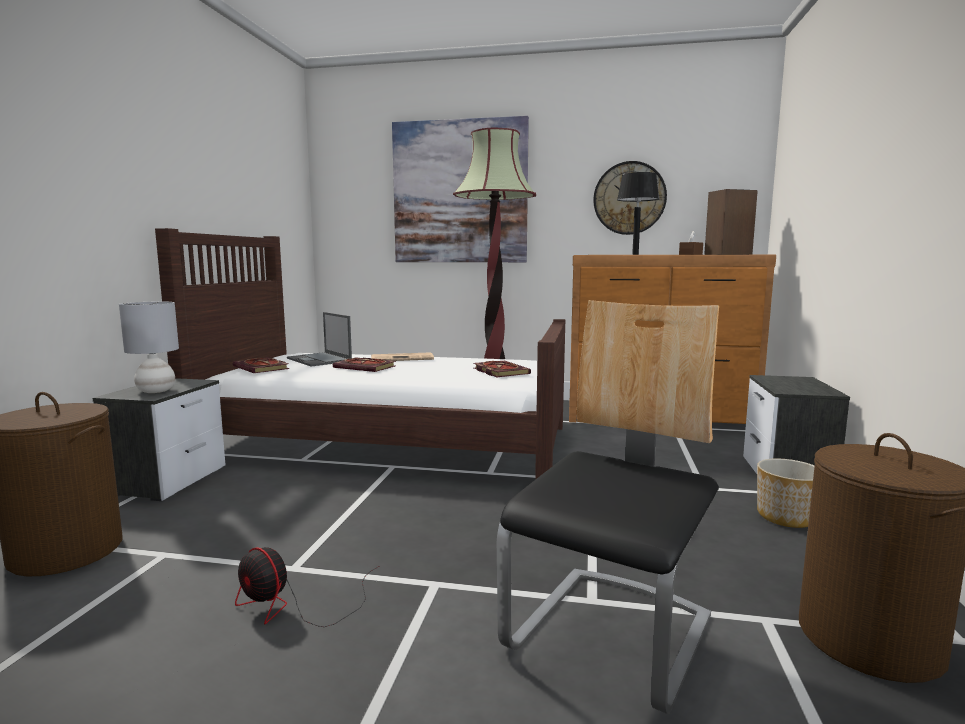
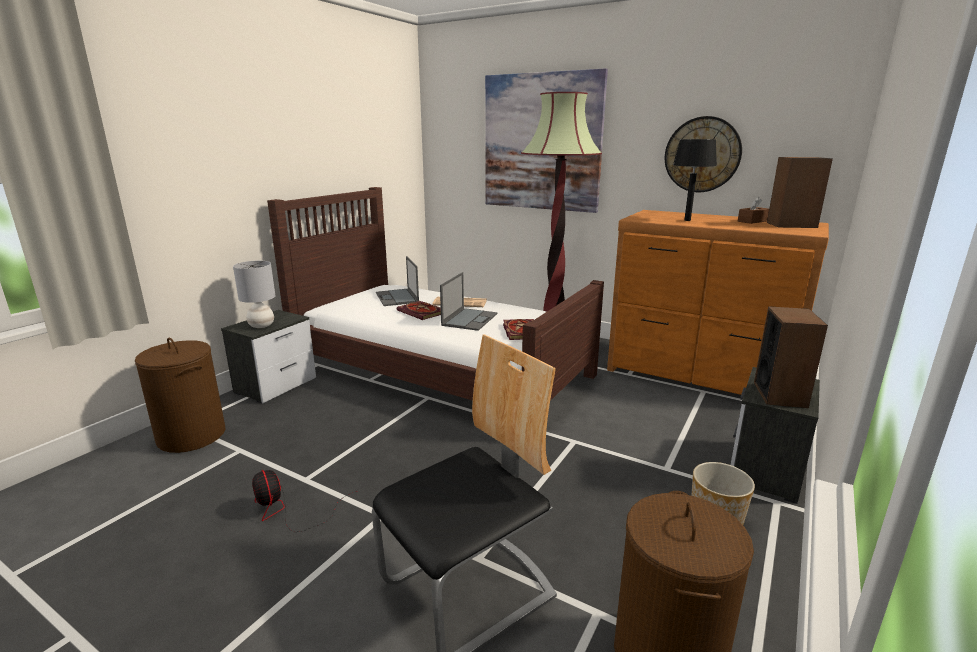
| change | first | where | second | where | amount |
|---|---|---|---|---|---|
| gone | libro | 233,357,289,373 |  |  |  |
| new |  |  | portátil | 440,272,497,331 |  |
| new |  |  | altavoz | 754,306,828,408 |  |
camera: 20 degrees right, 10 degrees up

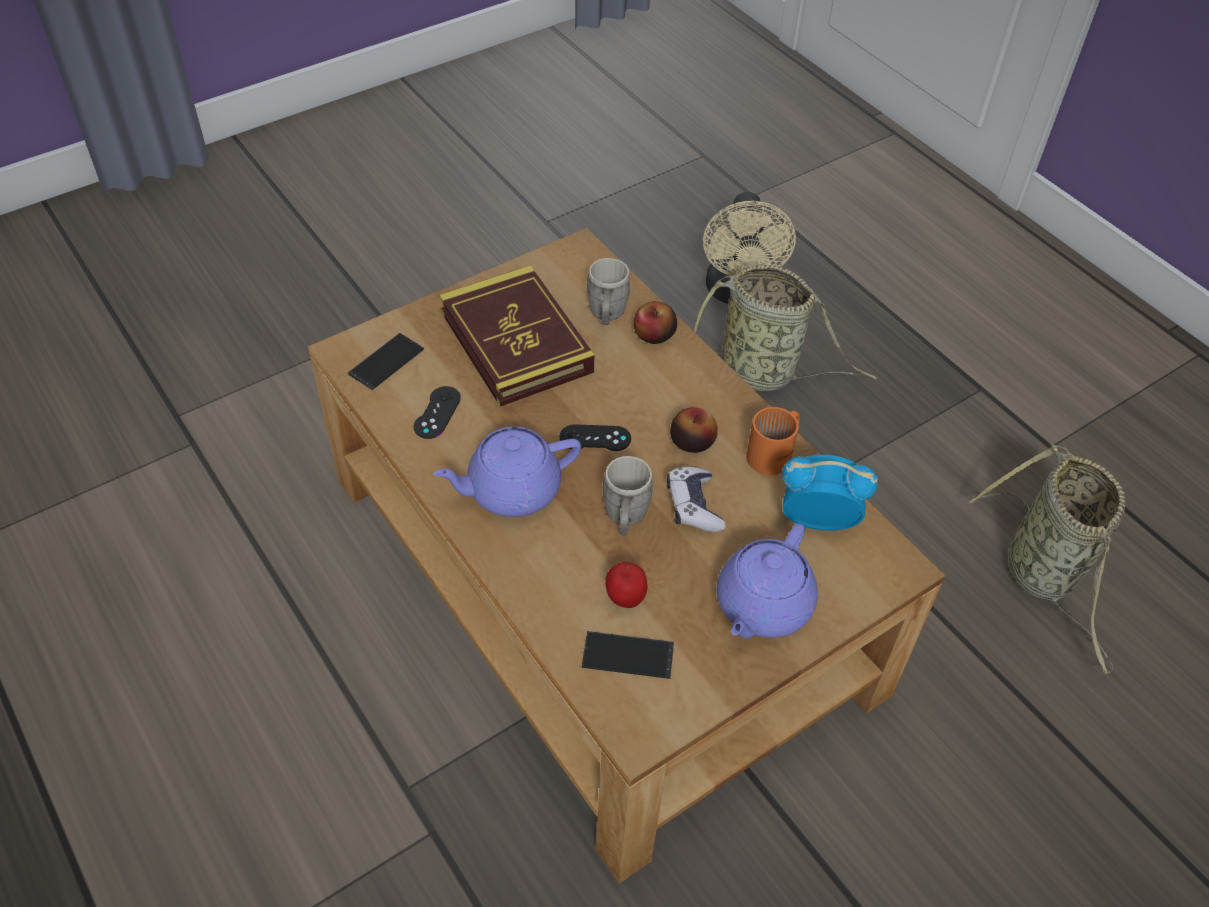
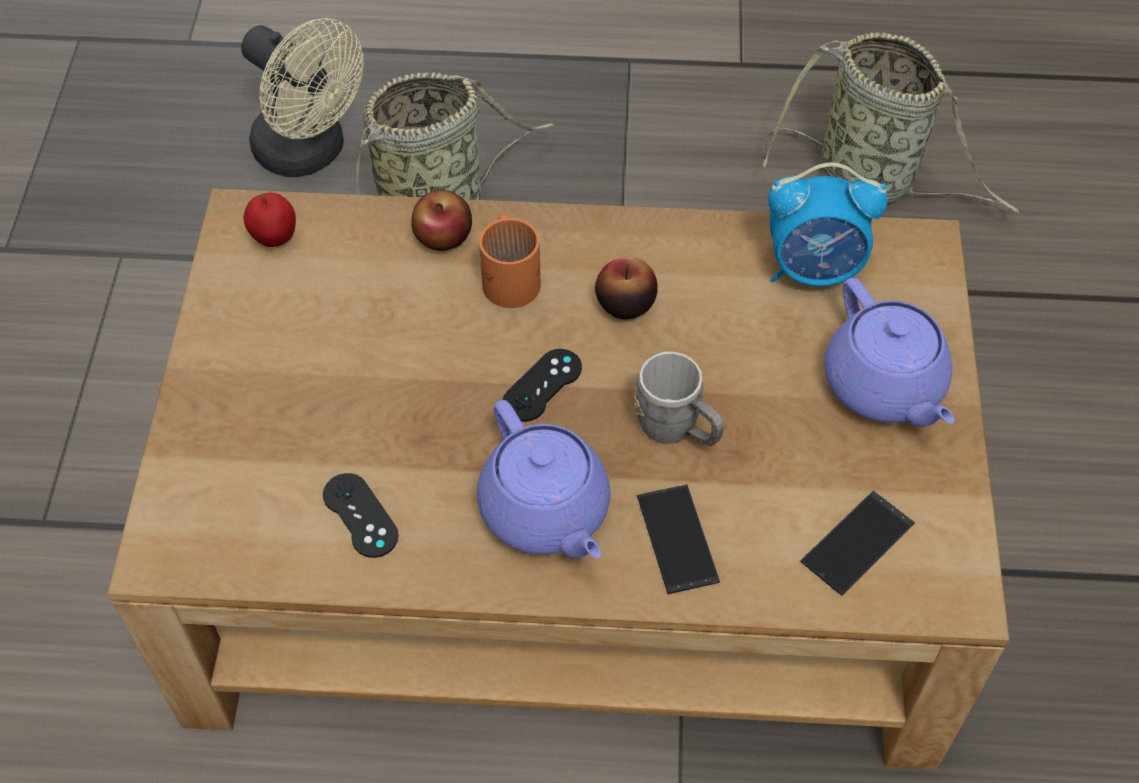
| change | first | where | second | where | amount |
|---|---|---|---|---|---|
| gone | libro | 439,265,595,407 |  |  |  |
| gone | taza grande/gris | 586,258,631,325 |  |  |  |
| gone | mando de consola | 667,467,726,532 |  |  |  |
| shifted | móvil | 348,333,424,390 |  | 637,484,720,594 |  |
| shifted | manzana | 605,562,647,608 |  | 244,193,296,247 |  |
| shifted | taza grande/naranja | 746,407,800,475 |  | 479,214,541,308 |  |
| rotated | tetera/morado | 433,427,581,517 |  | 477,400,610,558 | 45 degrees counterclockwise |
| rotated | despertador | 782,455,878,531 |  | 768,163,888,286 | 135 degrees counterclockwise |
camera: 50 degrees left, 5 degrees up

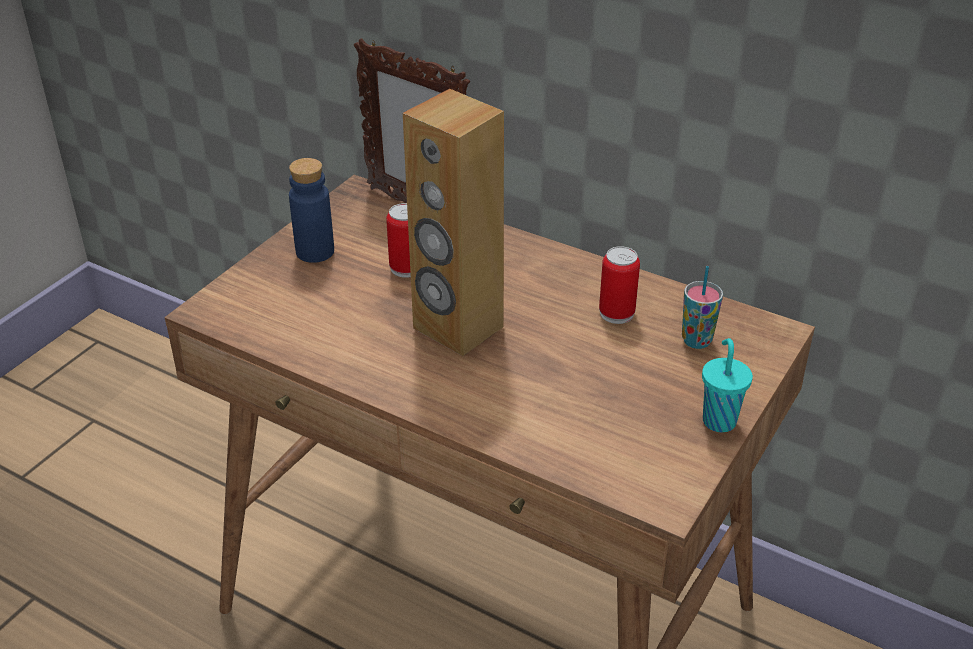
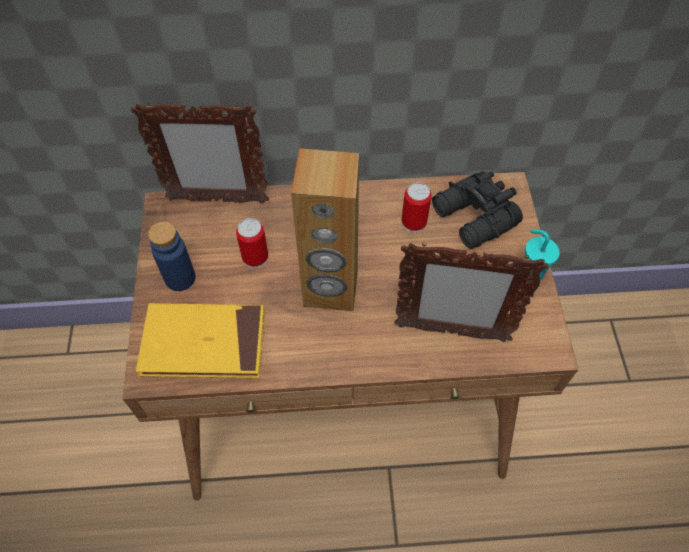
| change | first | where | second | where | amount |
|---|---|---|---|---|---|
| new |  |  | libro/amarillo | 136,303,264,379 |  |
| new |  |  | portarretratos | 395,242,548,342 |  |
| swapped | taza | 682,266,723,349 | prismáticos/negro | 432,171,523,249 |  |
camera: 35 degrees left, 20 degrees up

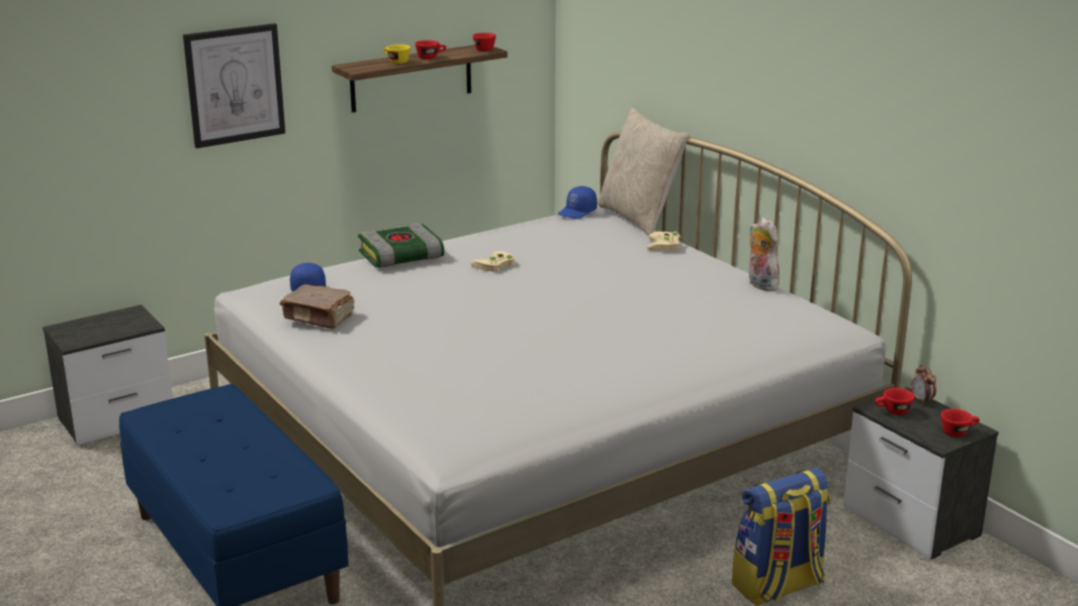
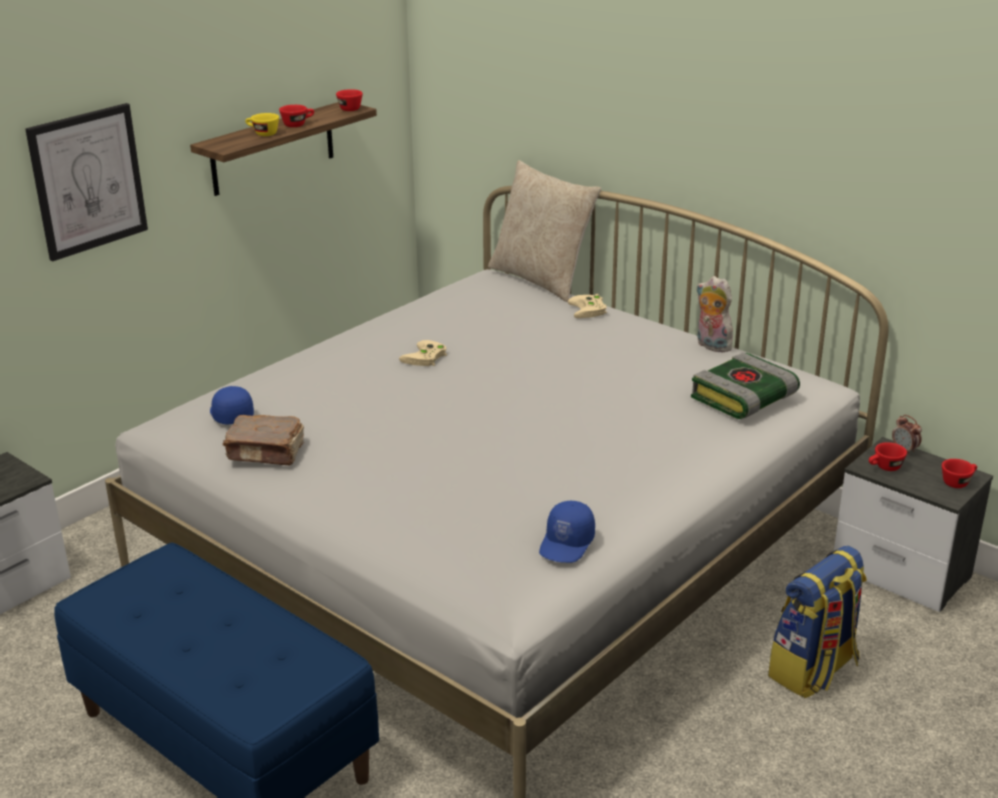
| change | first | where | second | where | amount |
|---|---|---|---|---|---|
| shifted | libro | 358,223,444,268 |  | 691,352,800,419 |  |
| shifted | gorra/azul | 558,186,597,219 |  | 539,501,595,563 |  |
camera: 15 degrees left, 5 degrees up

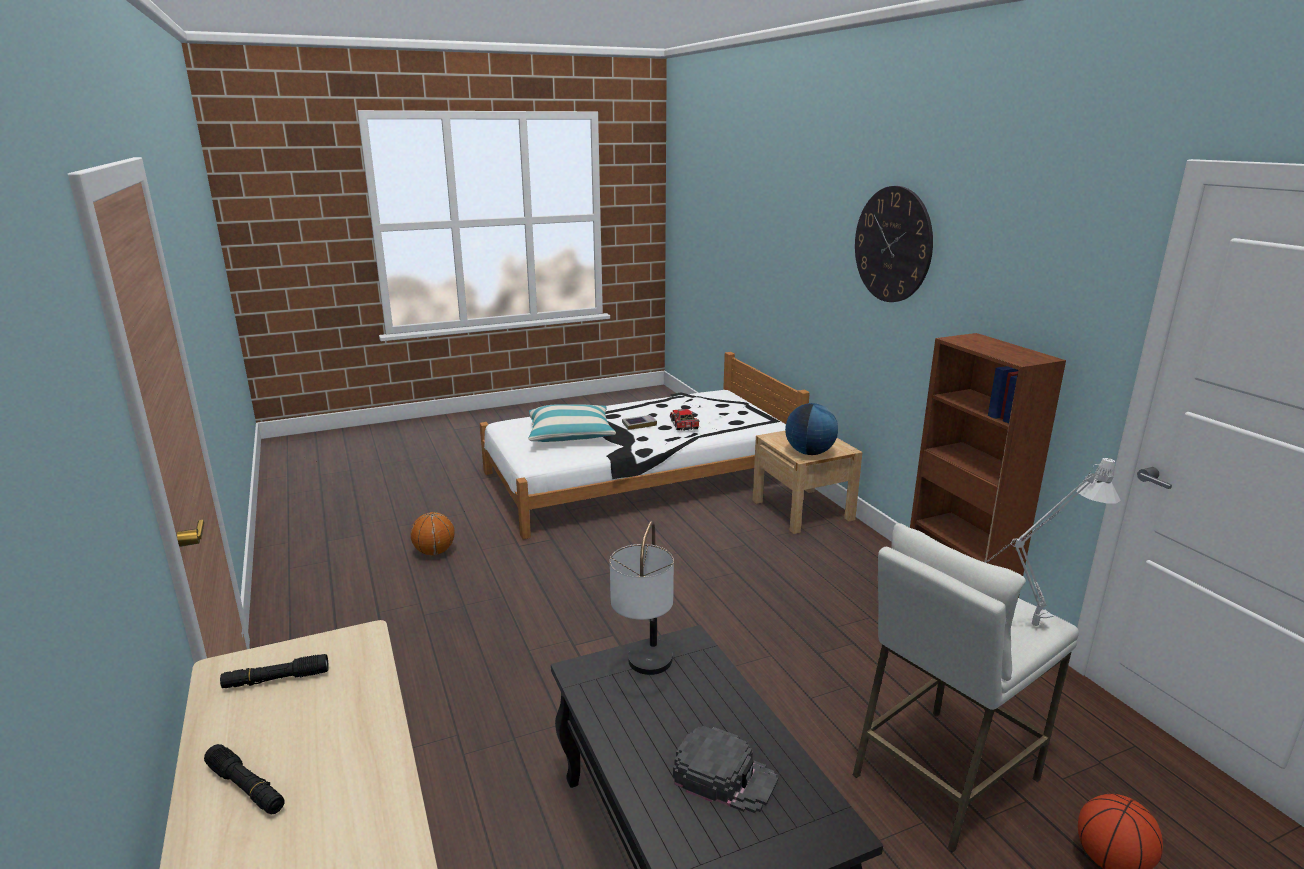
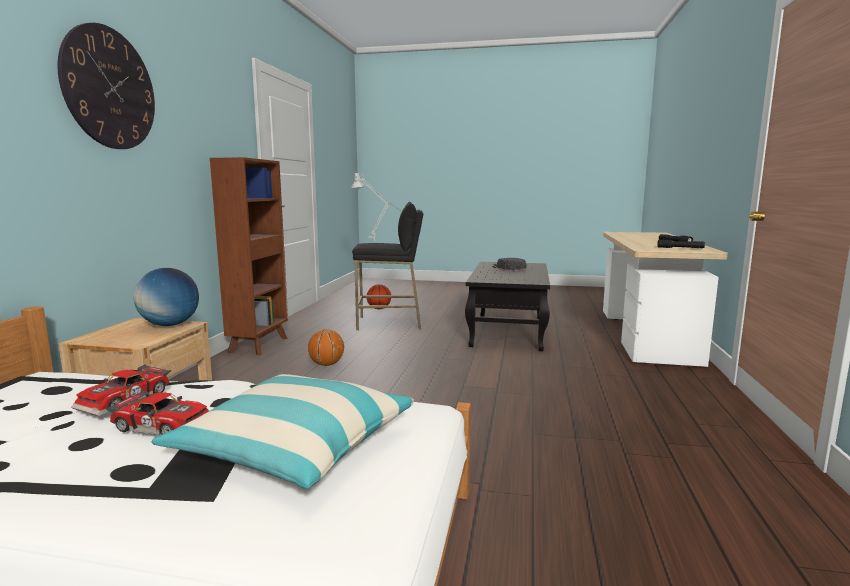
| change | first | where | second | where | amount |
|---|---|---|---|---|---|
| gone | lámpara de mesa | 610,521,674,675 |  |  |  |
| shifted | balón de baloncesto | 410,512,455,555 |  | 308,329,344,366 |  |
| swapped | libro | 622,415,657,430 | coche de juguete | 106,391,209,435 |  |
| repainted | taburete/blanco | 853,523,1079,853 | taburete/negro | 352,202,423,330 |  |
camera: 145 degrees left, 10 degrees down

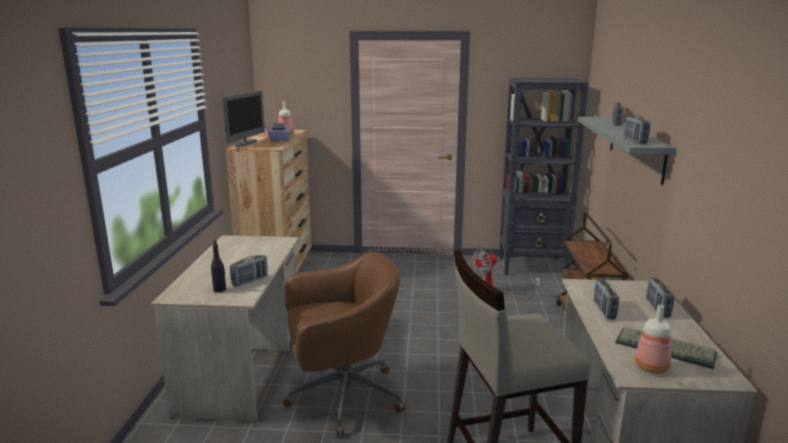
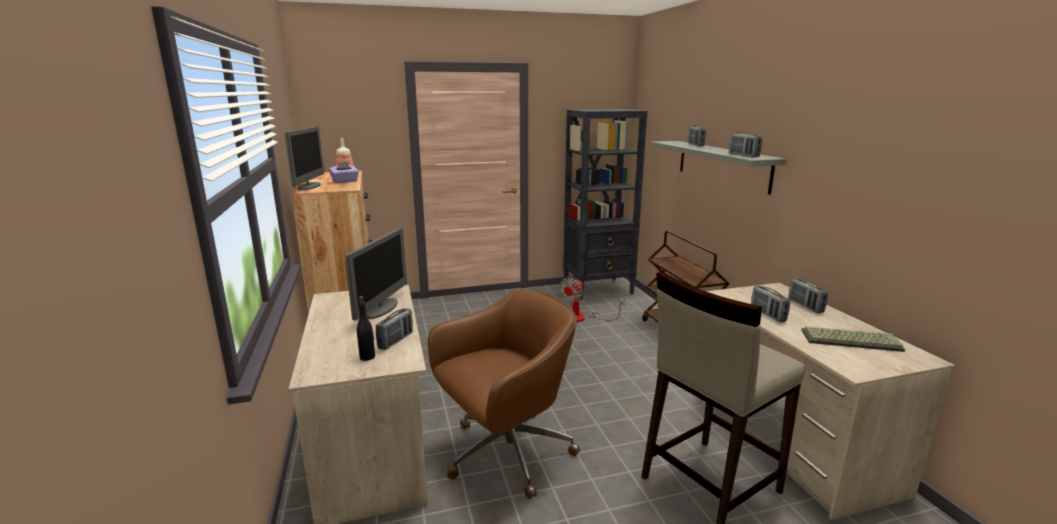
| change | first | where | second | where | amount |
|---|---|---|---|---|---|
| gone | botella | 635,305,671,374 |  |  |  |
| new |  |  | monitor | 345,228,407,320 |  |
camera: 20 degrees left, 0 degrees up

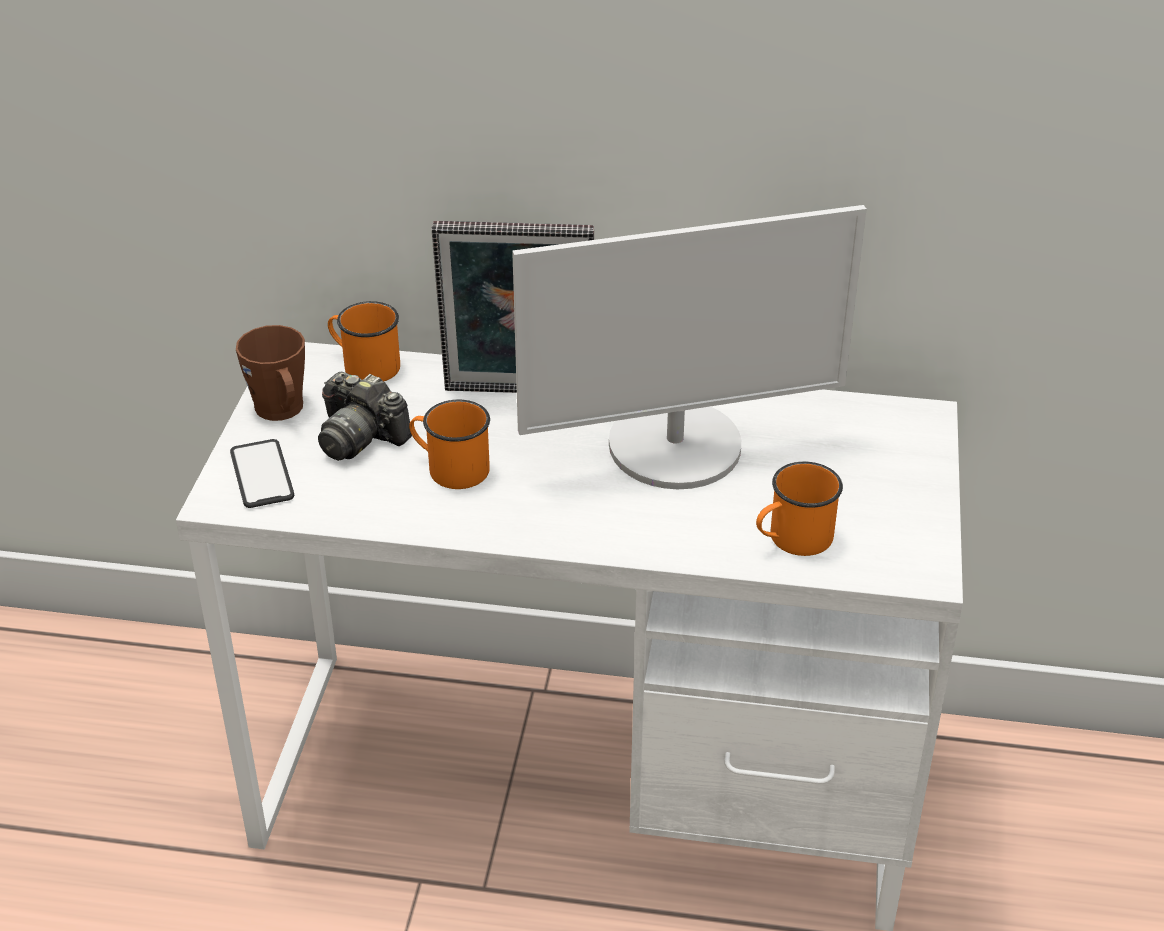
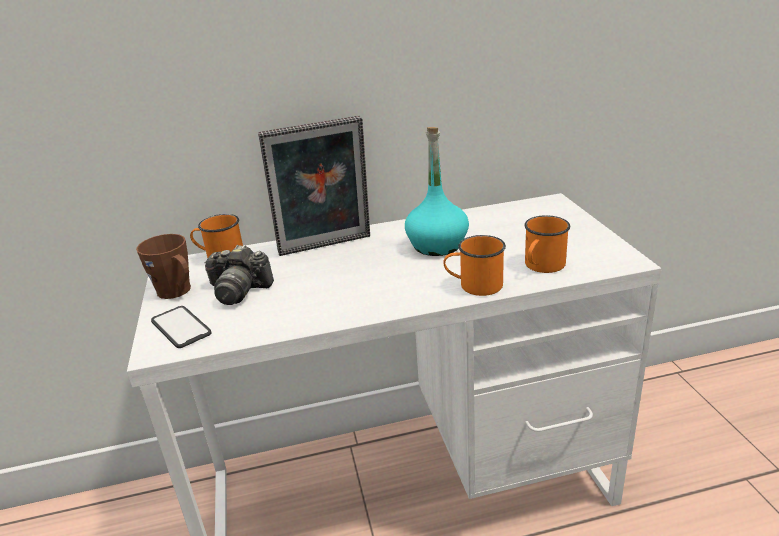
| change | first | where | second | where | amount |
|---|---|---|---|---|---|
| shifted | taza grande/naranja | 409,400,490,489 |  | 444,235,506,296 |  |
| swapped | monitor | 512,205,867,489 | botella/turquesa | 405,127,469,256 |  |
camera: 20 degrees left, 10 degrees down

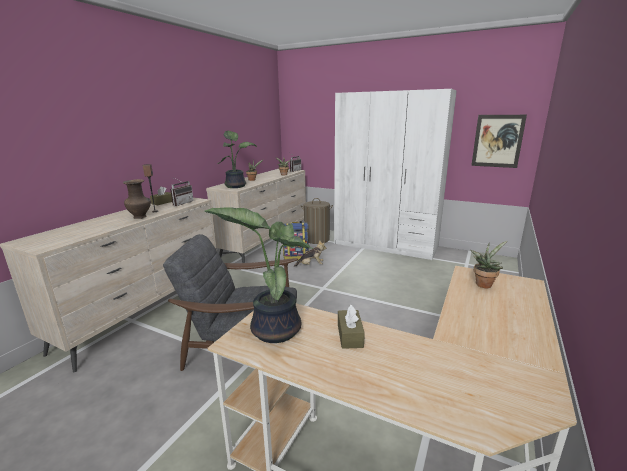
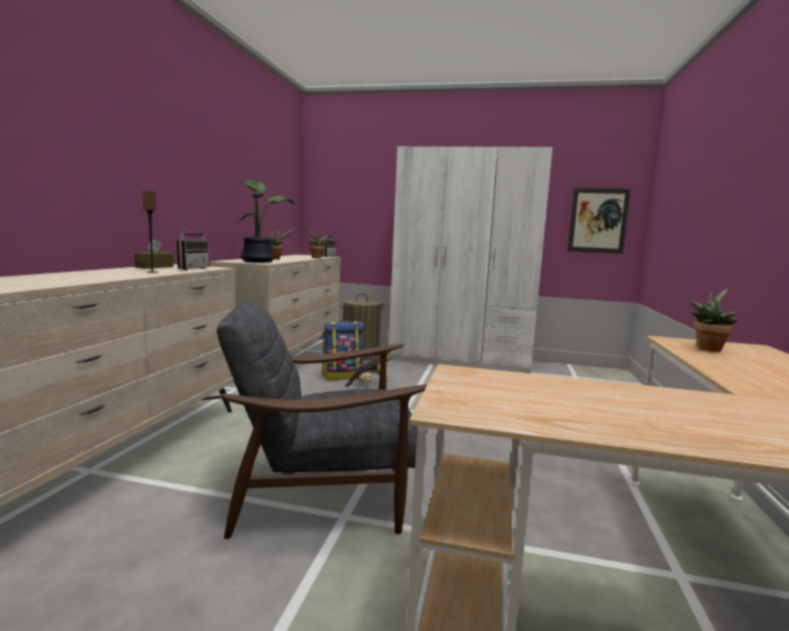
| change | first | where | second | where | amount |
|---|---|---|---|---|---|
| gone | florero/marrón | 123,179,151,219 |  |  |  |
| gone | planta en maceta | 204,208,313,343 |  |  |  |
| gone | caja de pañuelos/marrón | 338,305,365,349 |  |  |  |
camera: 15 degrees left, 10 degrees down

